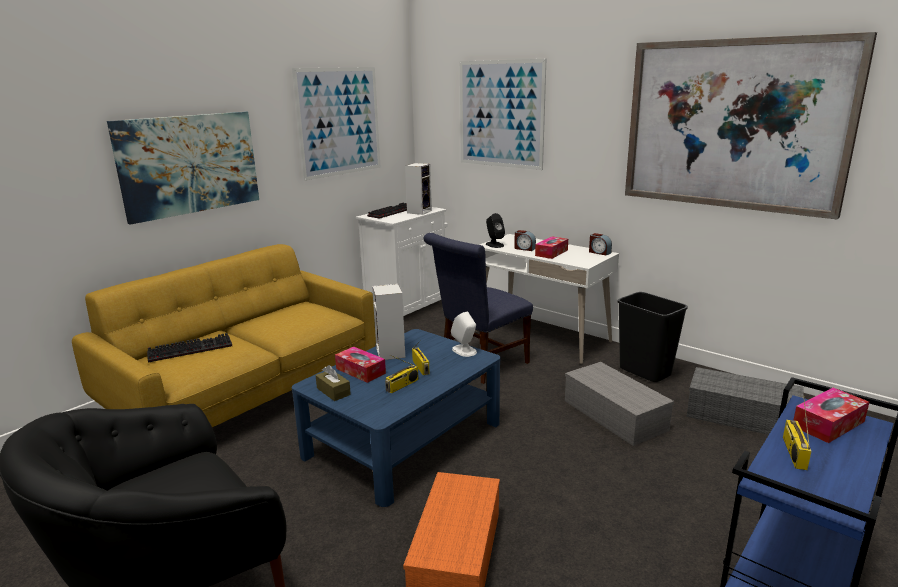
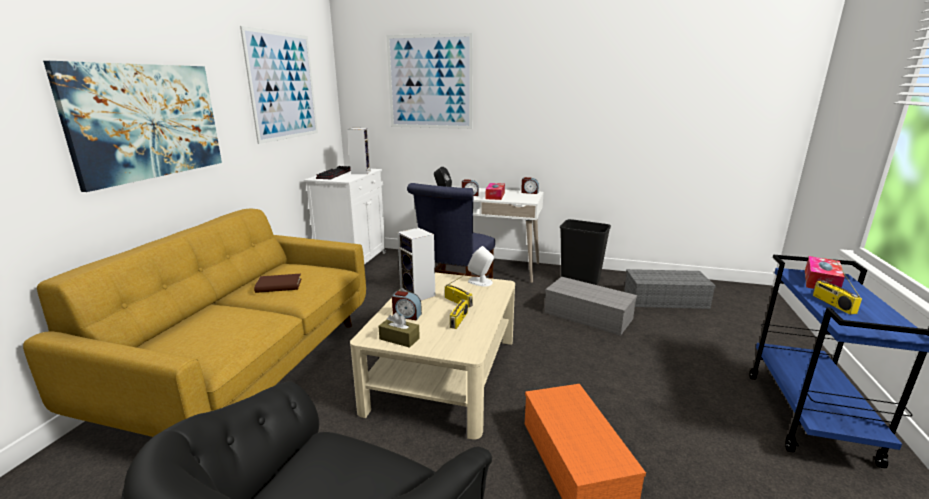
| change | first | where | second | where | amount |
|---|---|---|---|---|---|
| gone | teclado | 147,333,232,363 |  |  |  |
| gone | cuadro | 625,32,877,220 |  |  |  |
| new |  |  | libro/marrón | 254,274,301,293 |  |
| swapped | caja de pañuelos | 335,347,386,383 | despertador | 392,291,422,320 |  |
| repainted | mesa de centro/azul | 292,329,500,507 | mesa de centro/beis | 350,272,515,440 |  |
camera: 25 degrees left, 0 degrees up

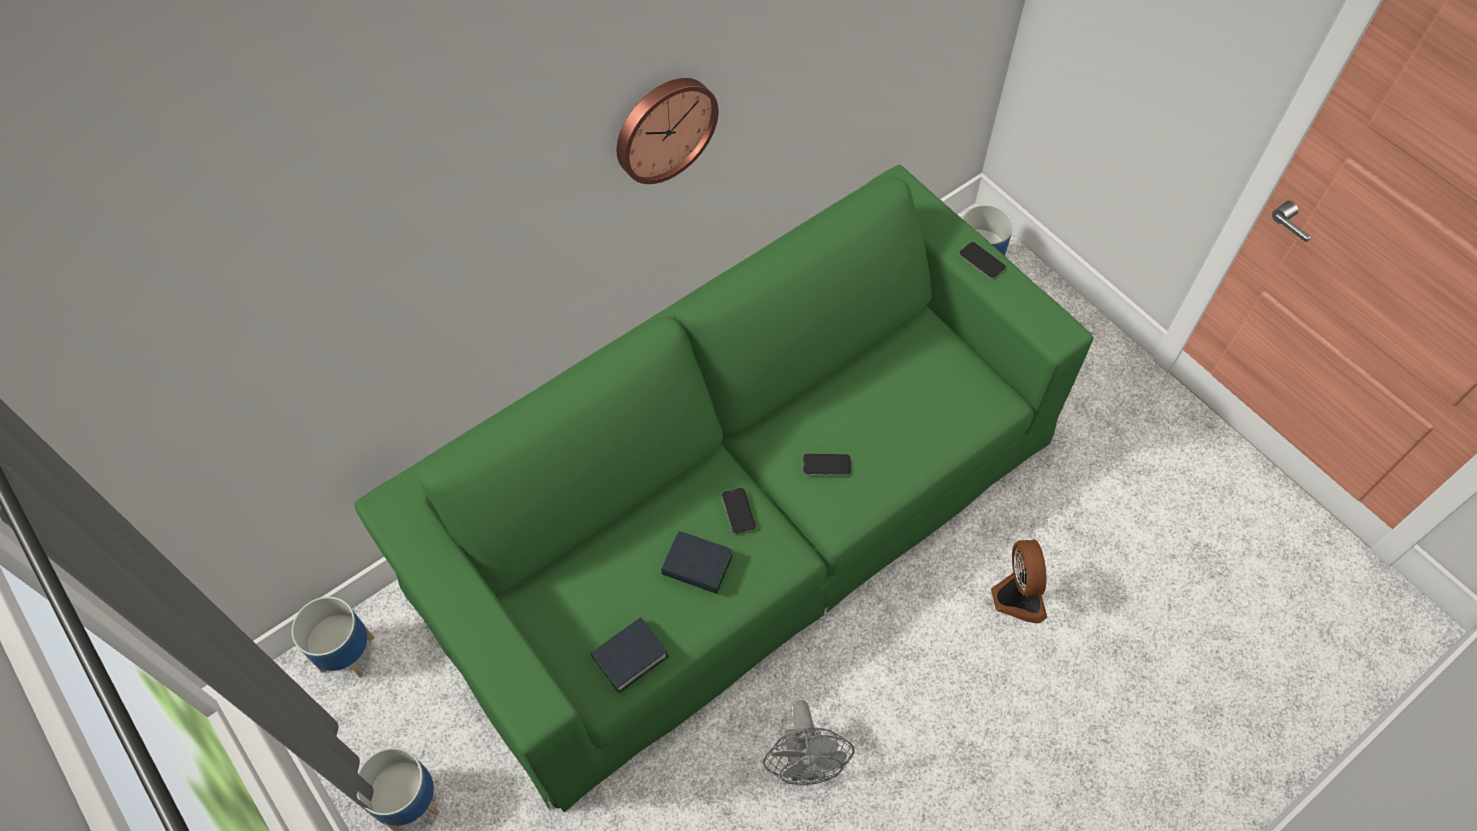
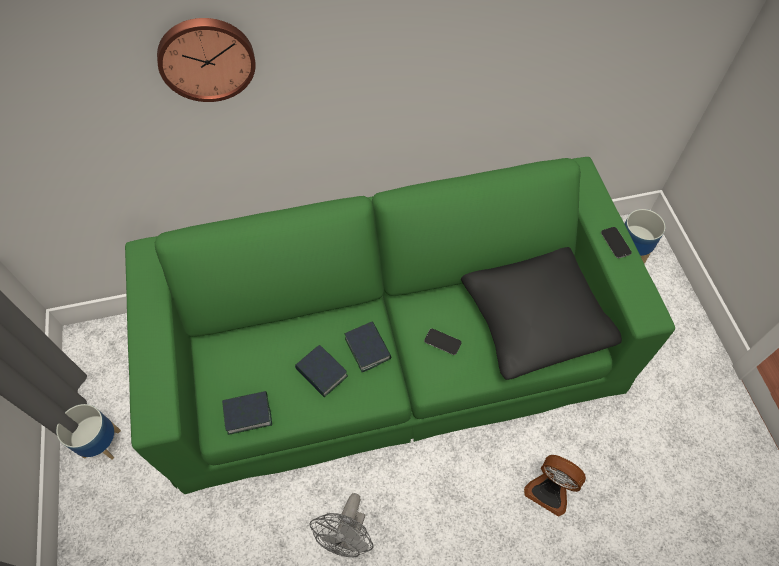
| change | first | where | second | where | amount |
|---|---|---|---|---|---|
| gone | maceta | 292,597,374,677 |  |  |  |
| new |  |  | cojín/negro | 461,247,622,380 |  |
| shifted | reloj de pared | 617,78,719,184 |  | 157,18,256,102 |  |
| swapped | móvil | 722,488,756,534 | libro | 344,321,391,372 |  |
| rotated | ventilador | 991,539,1047,623 |  | 524,455,586,517 | 105 degrees clockwise |
camera: 25 degrees right, 0 degrees up

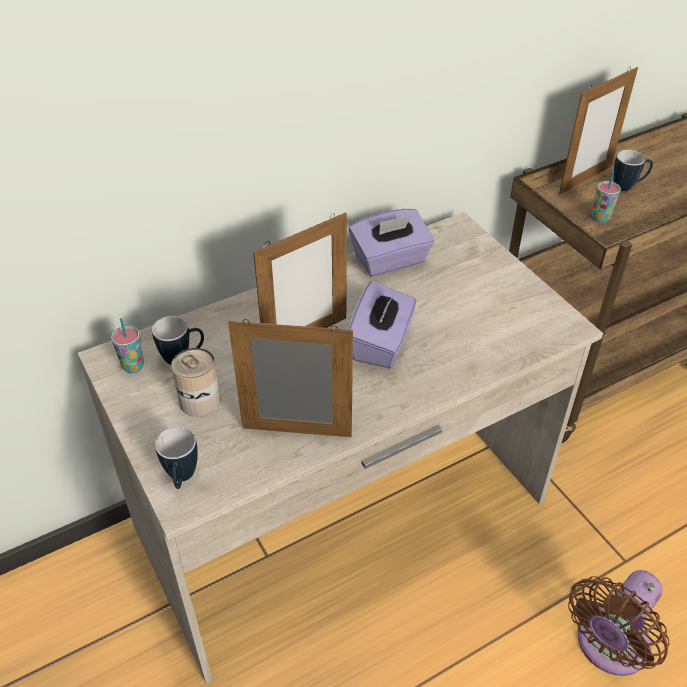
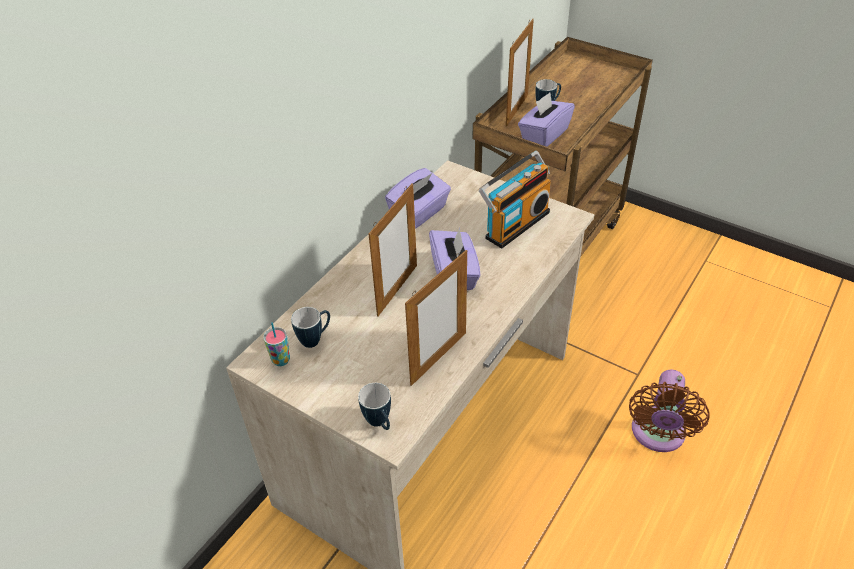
| change | first | where | second | where | amount |
|---|---|---|---|---|---|
| gone | lata | 171,348,221,417 |  |  |  |
| new |  |  | radio | 479,151,551,249 |  |
| swapped | taza | 592,171,621,223 | caja de pañuelos/morado | 518,92,575,147 |  |
| rotated | portarretratos | 228,319,353,437 |  | 405,250,467,386 | 150 degrees clockwise |
camera: 25 degrees left, 0 degrees up

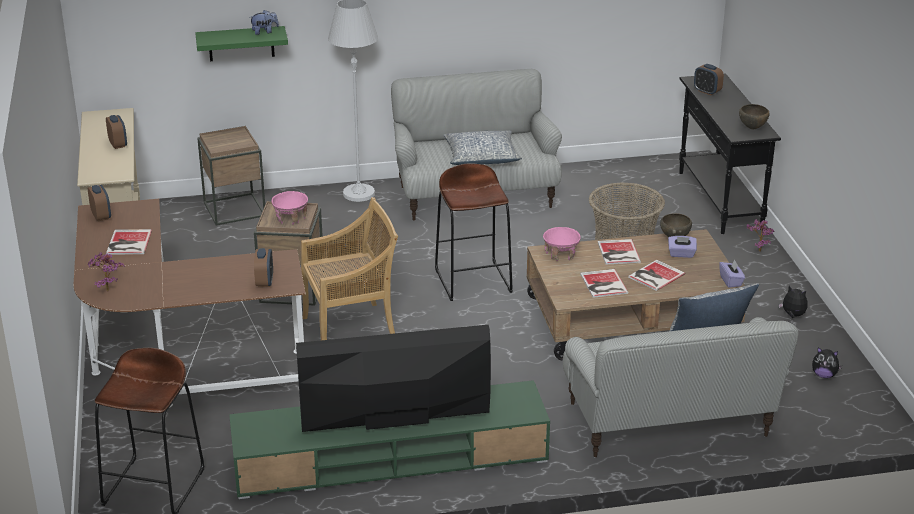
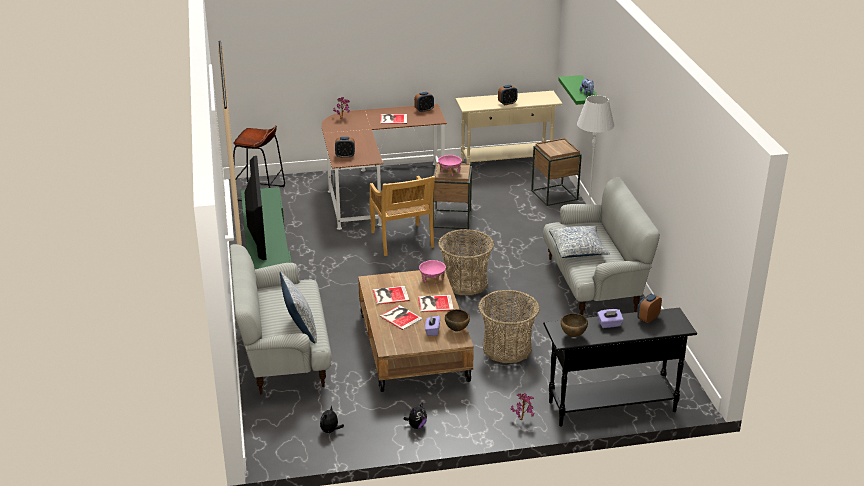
| change | first | where | second | where | amount |
|---|---|---|---|---|---|
| shifted | caja de pañuelos/morado | 719,259,745,288 |  | 597,309,623,328 |  |
| swapped | taburete/marrón | 435,164,513,301 | cesta | 438,229,494,295 |  |
camera: 90 degrees right, 0 degrees up

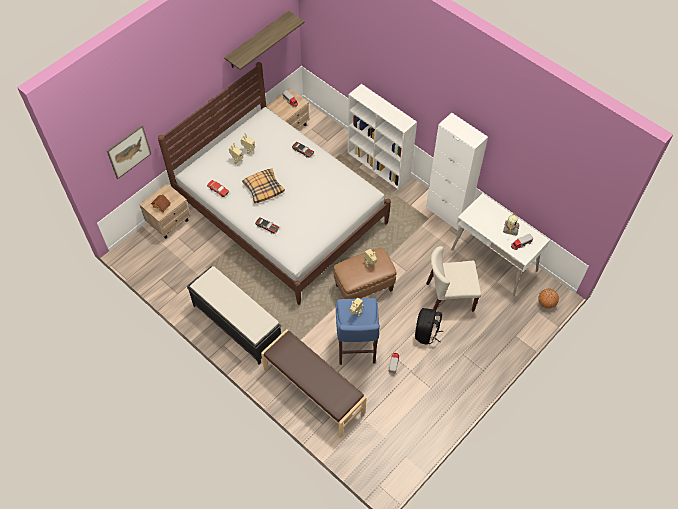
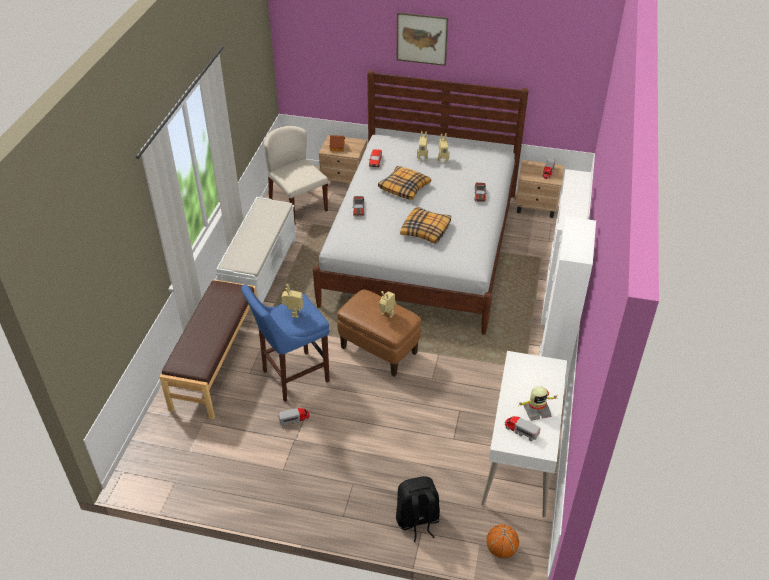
| change | first | where | second | where | amount |
|---|---|---|---|---|---|
| gone | estante | 224,11,305,70 |  |  |  |
| new |  |  | cojín | 400,207,451,244 |  |
| shifted | cuadro | 107,125,151,179 |  | 396,12,448,66 |  |
| shifted | mochila/negro | 415,308,443,345 |  | 396,476,440,542 |  |
| shifted | silla/beis | 426,246,481,312 |  | 264,126,328,222 |  |
| repainted | banco/negro | 187,266,281,365 | banco/blanco | 215,197,296,304 |  |
camera: 60 degrees right, 15 degrees down

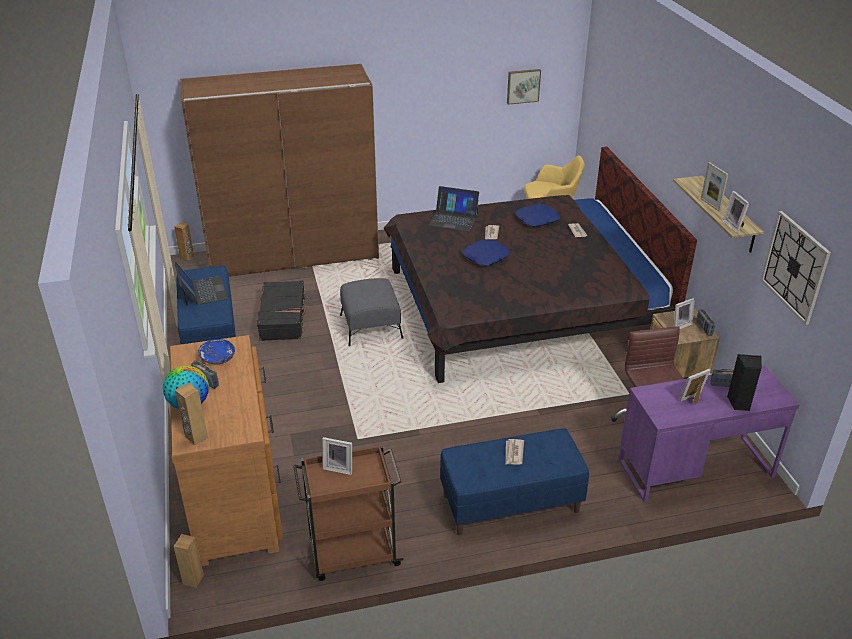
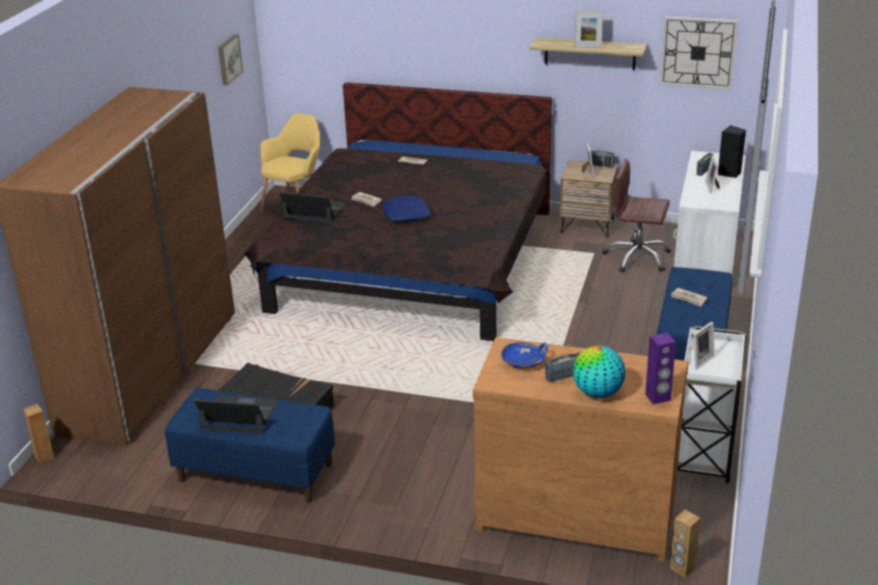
| change | first | where | second | where | amount |
|---|---|---|---|---|---|
| gone | puf/gris | 340,278,403,346 |  |  |  |
| gone | cojín/azul | 515,204,560,227 |  |  |  |
| gone | portarretratos | 722,191,749,233 |  |  |  |
| repainted | altavoz/marrón | 175,383,208,445 | altavoz/morado | 645,333,676,404 |  |
| repainted | carrito/marrón | 293,445,404,581 | carrito/blanco | 678,326,746,484 |  |
| repainted | escritorio/morado | 619,366,800,502 | escritorio/blanco | 673,151,746,274 |  |
| rotated | portátil | 429,186,479,231 |  | 279,192,345,223 | 120 degrees counterclockwise |
camera: 60 degrees left, 5 degrees down

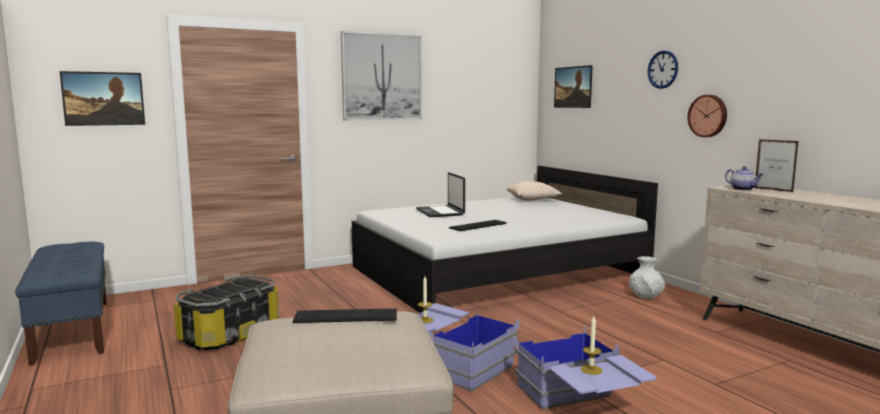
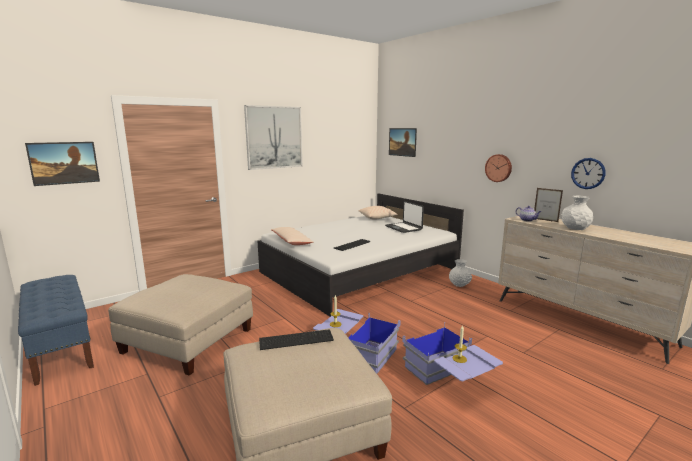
| change | first | where | second | where | amount |
|---|---|---|---|---|---|
| new |  |  | cojín/beis | 271,227,314,245 |  |
| new |  |  | florero/blanco | 561,195,593,230 |  |
| shifted | portátil | 416,172,465,217 |  | 385,201,424,233 |  |
| shifted | reloj de pared | 648,50,678,89 |  | 571,158,606,189 |  |
| swapped | caja de almacenaje | 174,275,279,350 | puf/beis | 108,274,253,376 |  |
camera: 10 degrees left, 5 degrees up

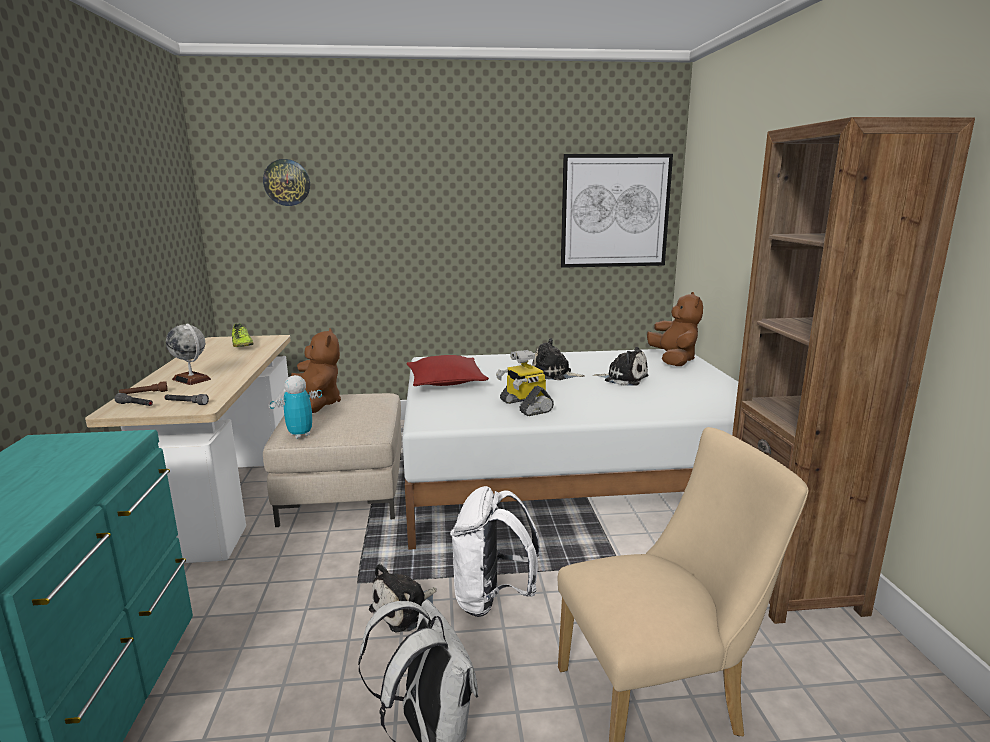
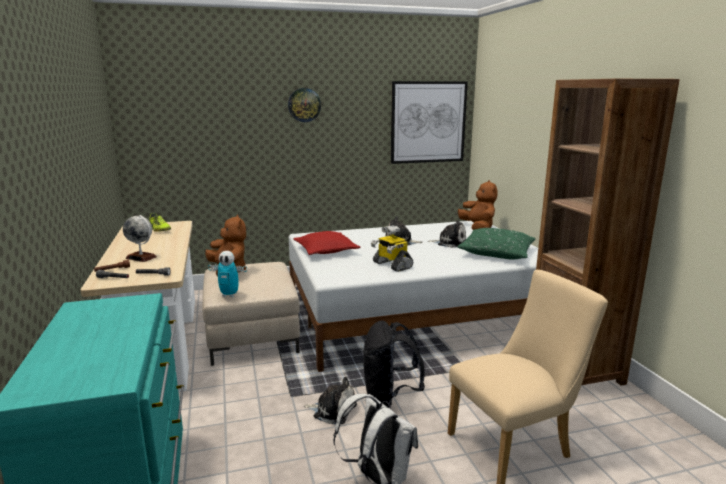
| change | first | where | second | where | amount |
|---|---|---|---|---|---|
| new |  |  | cojín/verde | 458,228,535,260 |  |
| shifted | reloj de pared | 263,159,310,206 |  | 288,88,321,122 |  |
| repainted | mochila/blanco | 450,486,540,617 | mochila/negro | 363,321,425,408 |  |
| rotated | robot de juguete | 270,375,322,439 |  | 208,251,247,297 | 120 degrees counterclockwise |
| rotated | peluche | 369,564,437,632 |  | 304,377,357,424 | 105 degrees counterclockwise |
camera: 10 degrees left, 0 degrees up

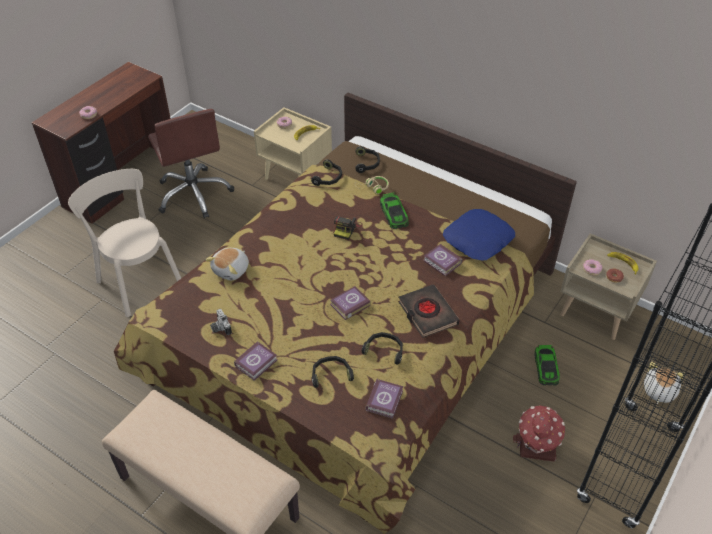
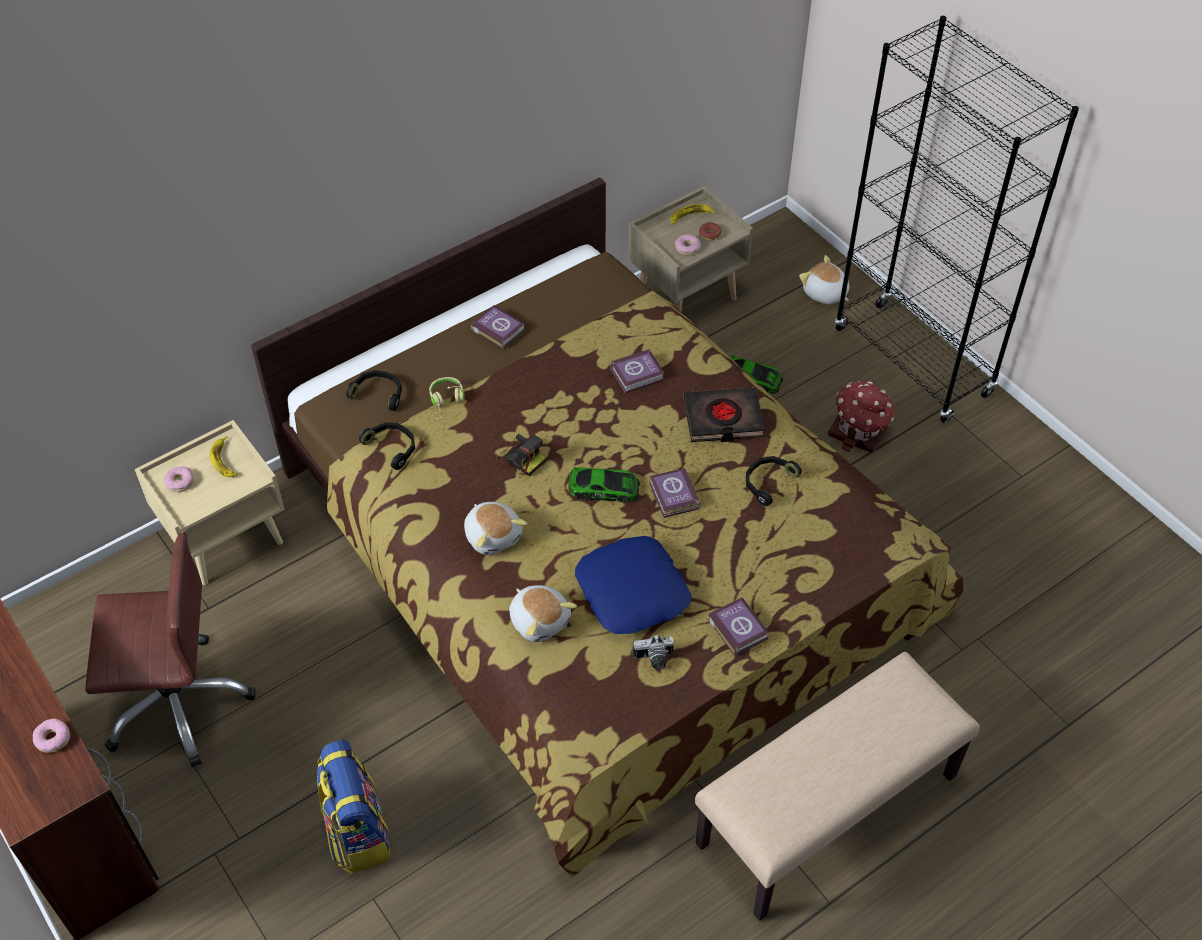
| change | first | where | second | where | amount |
|---|---|---|---|---|---|
| gone | auriculares/negro | 312,356,354,388 |  |  |  |
| new |  |  | peluche | 464,502,528,555 |  |
| shifted | libro | 366,379,403,418 |  | 471,305,526,350 |  |
| shifted | coche de juguete | 380,192,409,229 |  | 568,467,640,503 |  |
| shifted | cojín/azul | 443,209,515,261 |  | 575,536,691,634 |  |
| swapped | silla/beis | 68,169,181,317 | mochila | 317,740,391,874 |  |
camera: 70 degrees left, 5 degrees up

